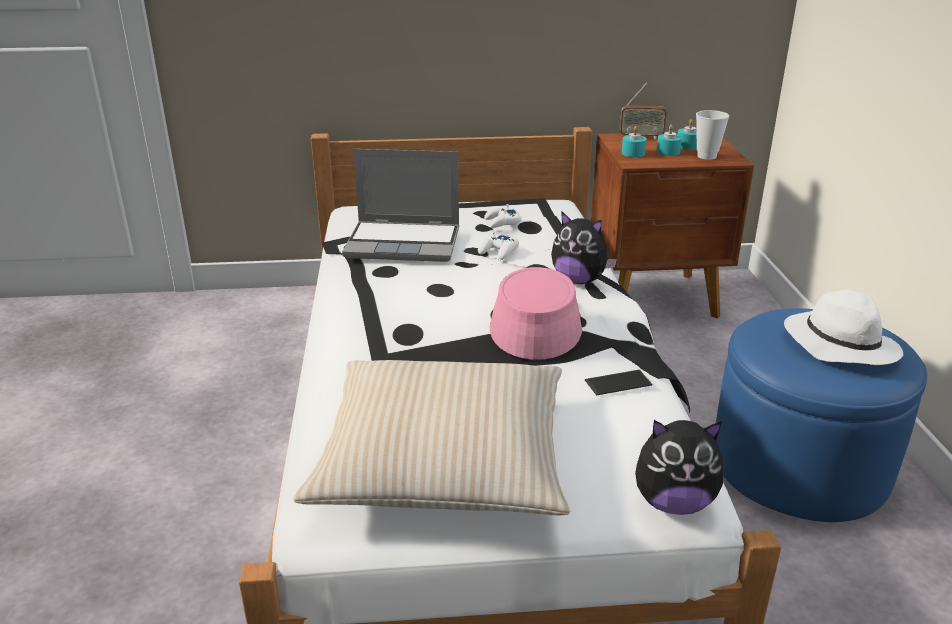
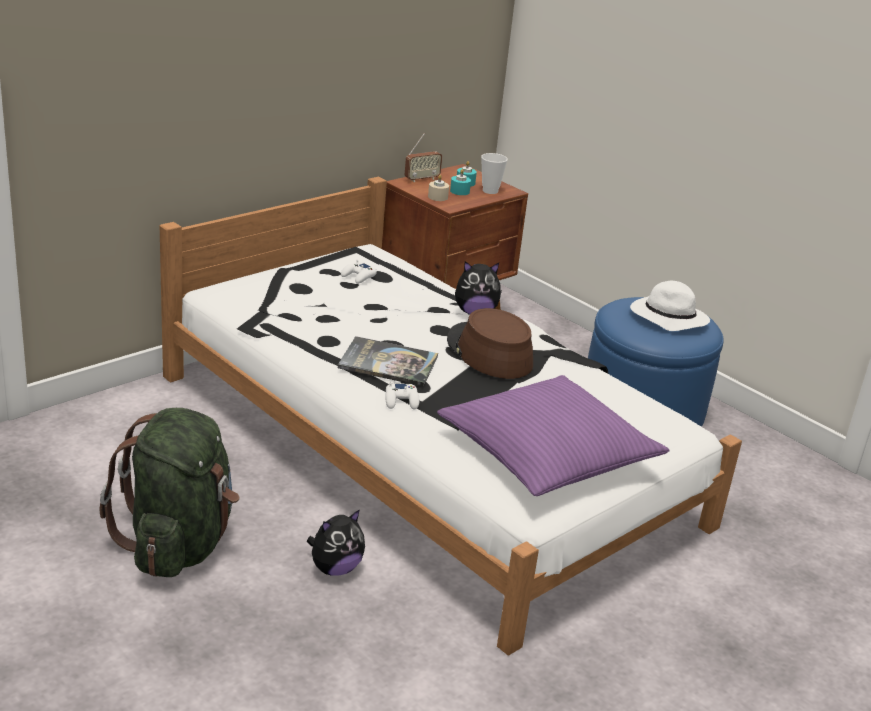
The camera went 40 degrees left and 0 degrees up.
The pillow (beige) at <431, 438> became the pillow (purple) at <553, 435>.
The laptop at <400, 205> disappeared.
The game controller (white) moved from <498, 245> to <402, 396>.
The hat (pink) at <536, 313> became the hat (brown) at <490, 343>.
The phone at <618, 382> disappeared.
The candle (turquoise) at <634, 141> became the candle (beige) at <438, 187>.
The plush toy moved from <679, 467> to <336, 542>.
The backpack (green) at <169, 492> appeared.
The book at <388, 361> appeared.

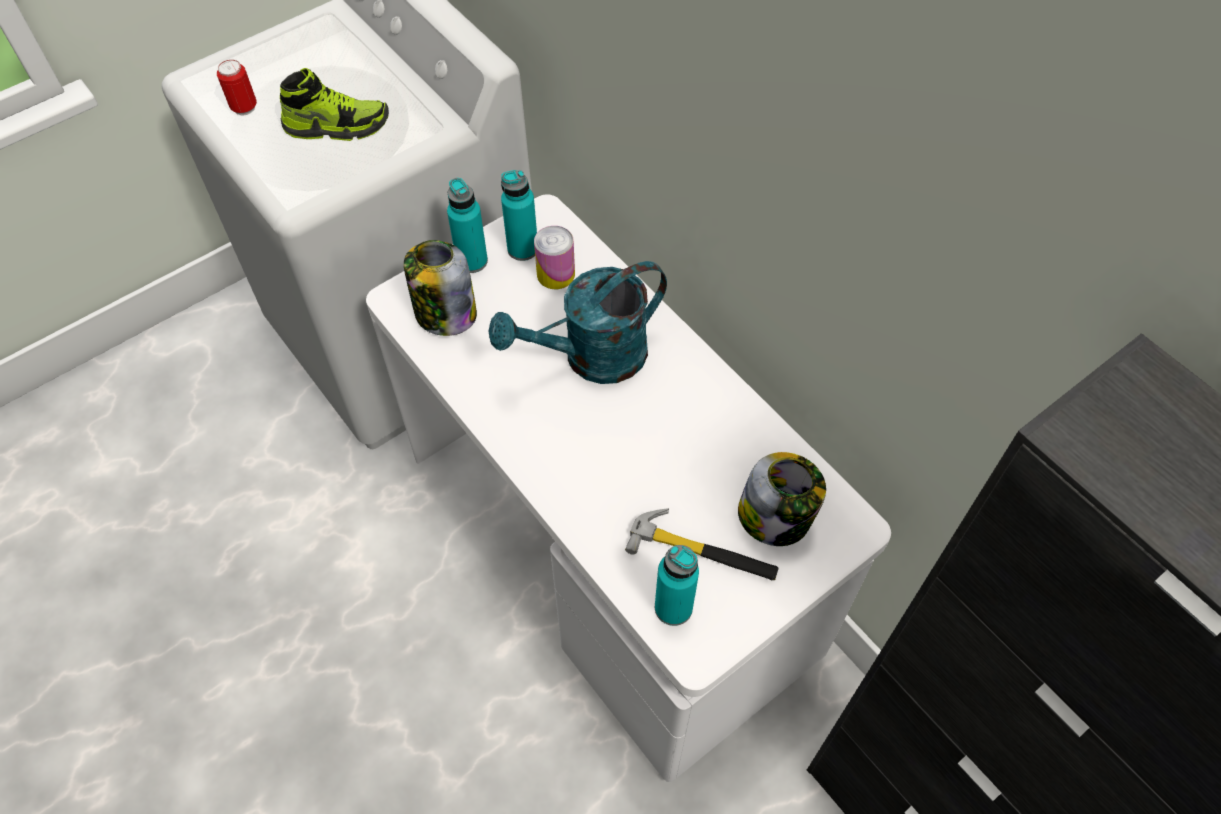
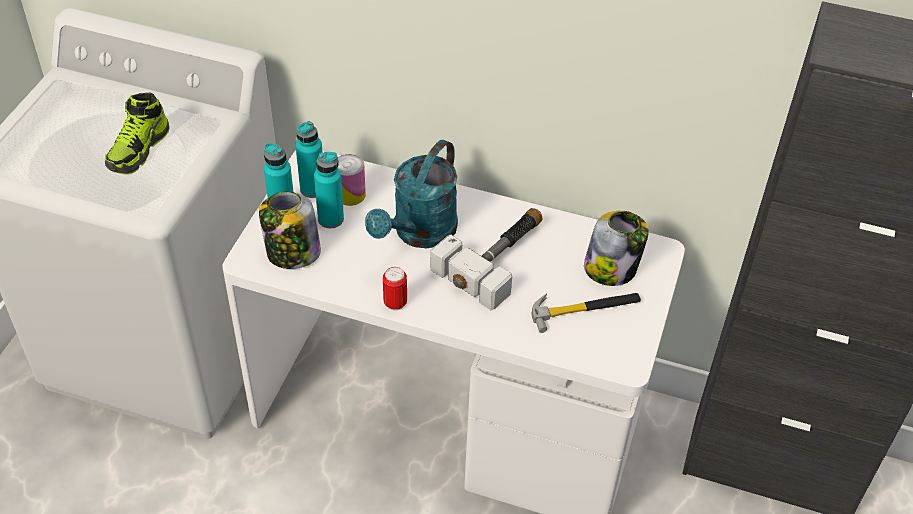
The camera went 35 degrees left and 10 degrees down.
The can moved from <237, 87> to <395, 289>.
The shoe at <334, 104> turned 150 degrees clockwise.
The bottle (turquoise) moved from <677, 585> to <329, 190>.
The hammer at <487, 259> appeared.

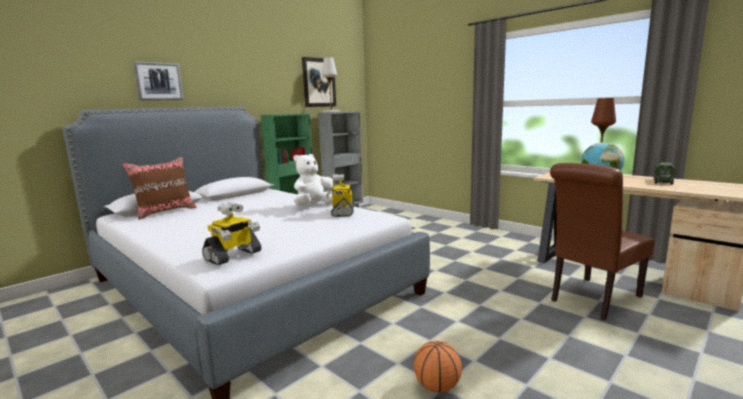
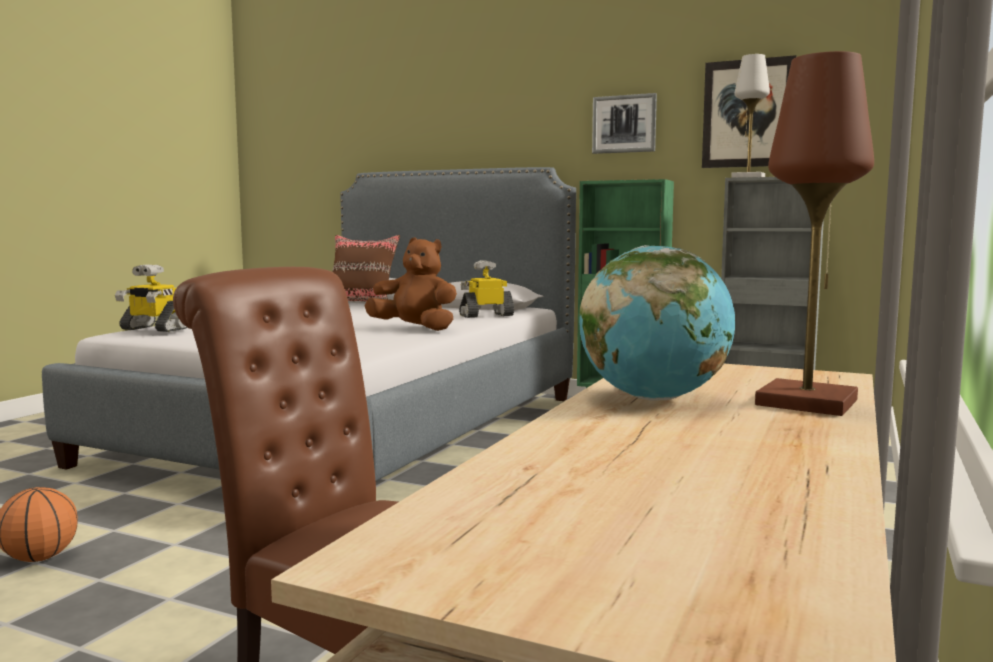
The camera went 70 degrees right and 5 degrees down.
The picture moved from <158, 80> to <624, 123>.
The plush toy (white) at <313, 180> became the plush toy (brown) at <411, 284>.
The toy robot moved from <340, 195> to <486, 289>.
The toy truck at <665, 172> disappeared.

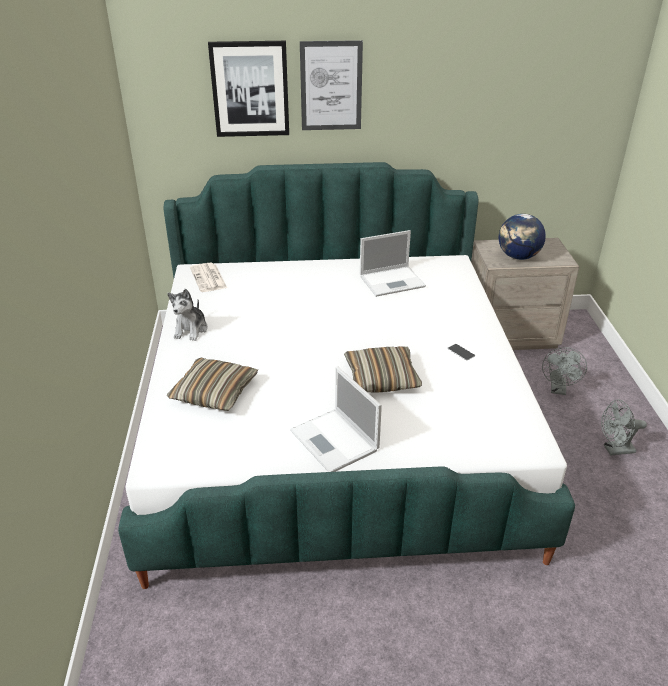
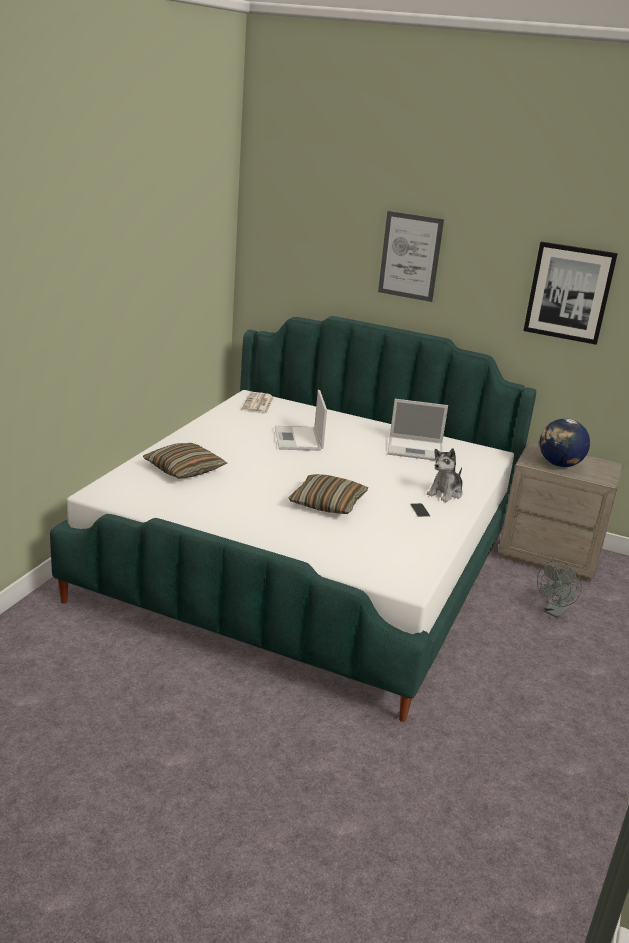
The camera went 25 degrees right and 10 degrees down.
The plush toy moved from <188, 315> to <445, 475>.
The picture moved from <248, 89> to <570, 293>.
The laptop moved from <336, 419> to <301, 420>.
The fan (grey) at <624, 427> disappeared.

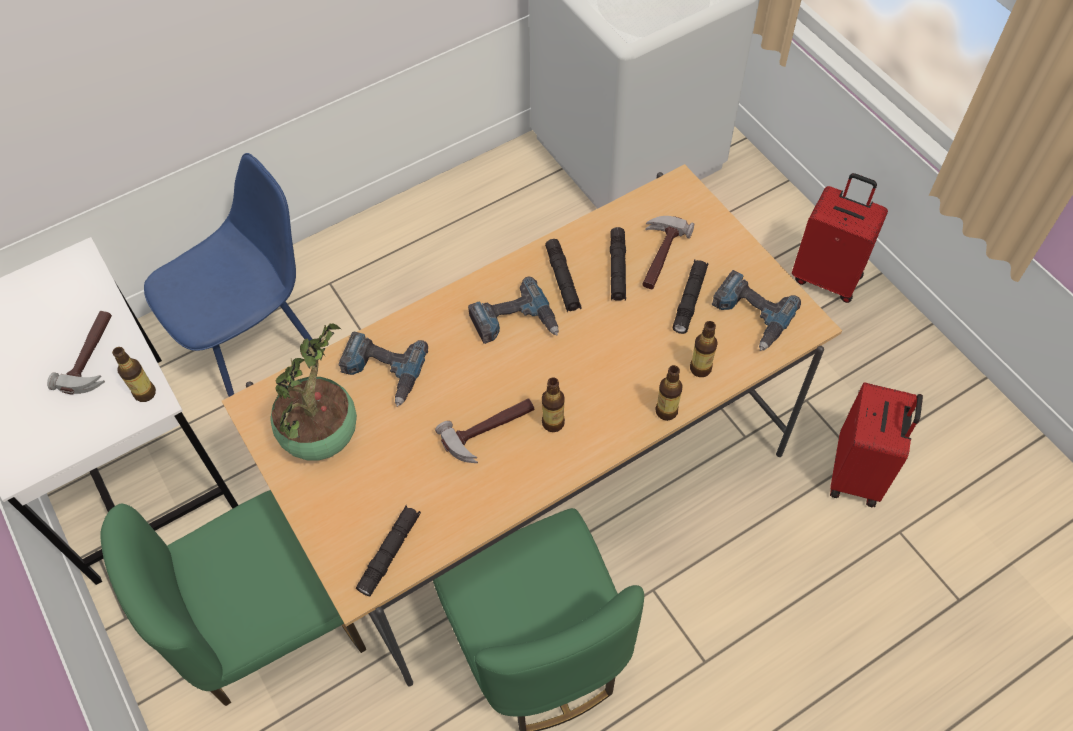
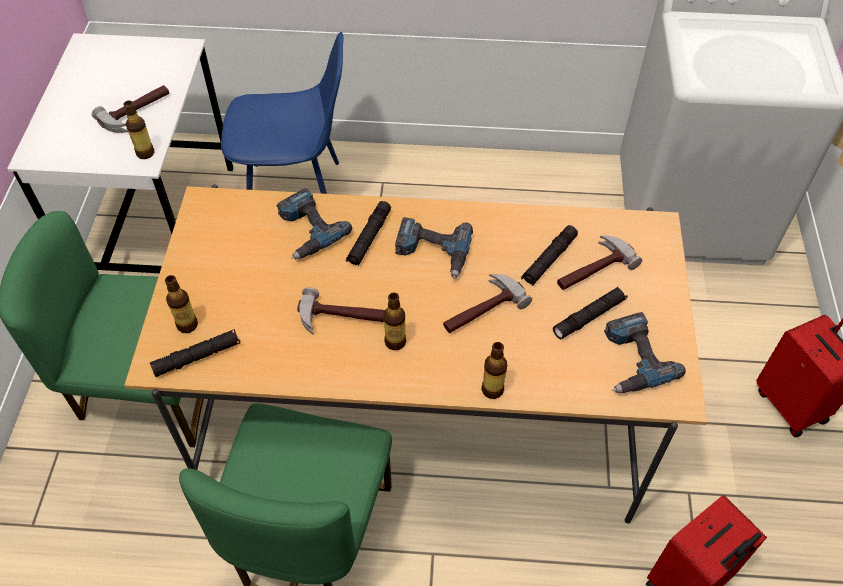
The camera went 35 degrees right and 5 degrees down.
The potted plant at <313, 391> disappeared.
The flashlight (black) moved from <563, 275> to <368, 233>.
The bottle moved from <704, 349> to <181, 304>.
The hammer at <487, 303> appeared.

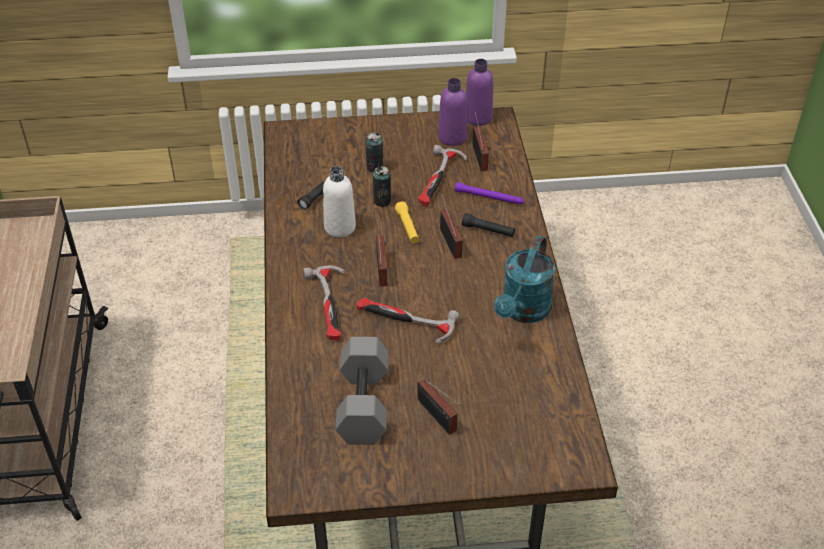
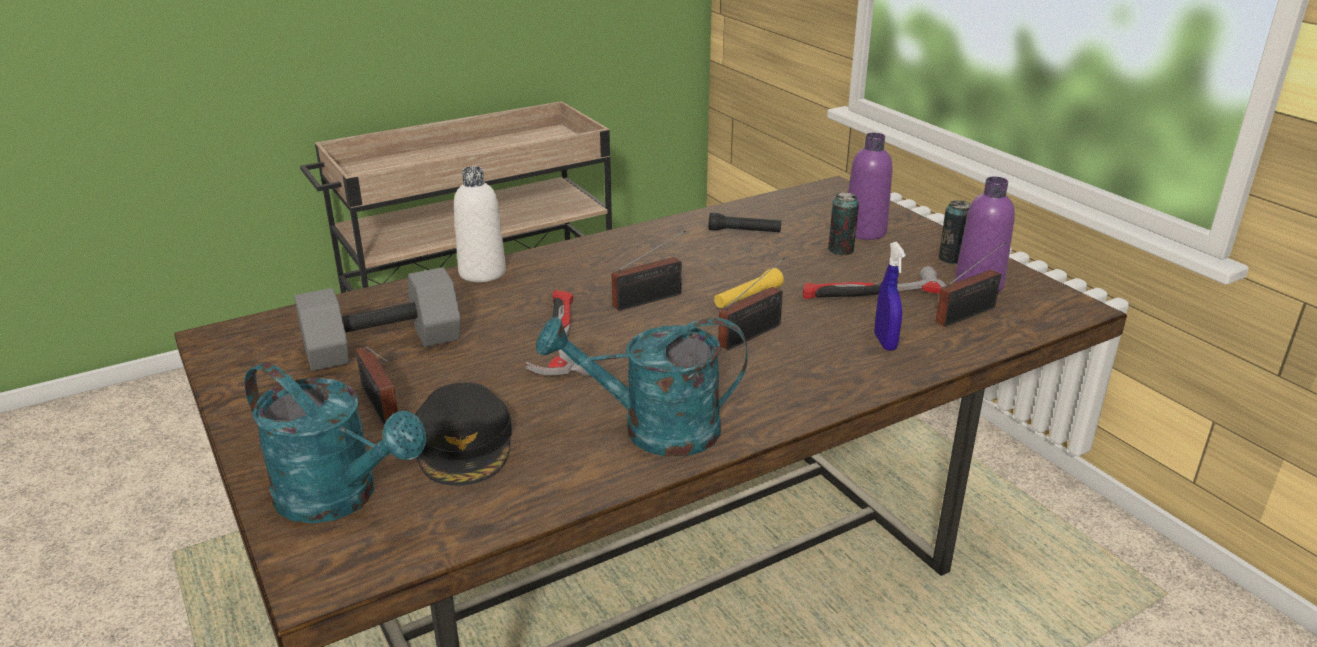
The camera went 65 degrees right and 15 degrees down.
The hammer at <323, 303> disappeared.
The bottle (white) moved from <339, 201> to <480, 224>.
The can moved from <382, 186> to <955, 232>.
The radio at <439, 407> turned 60 degrees counterclockwise.
The flashlight (purple) at <489, 193> was replaced by the spray bottle (blue) at <890, 296>.
The flashlight (black) at <488, 225> disappeared.
The bottle (purple) moved from <479, 92> to <870, 186>.
The watering can (turquoise) at <335, 442> appeared.
The cap (black) at <463, 434> appeared.

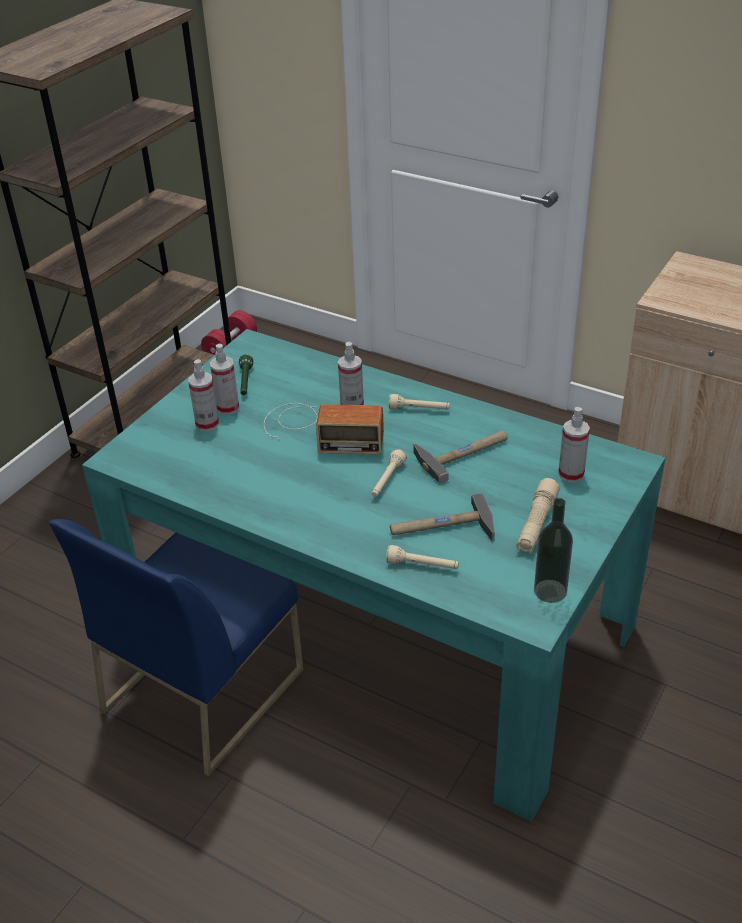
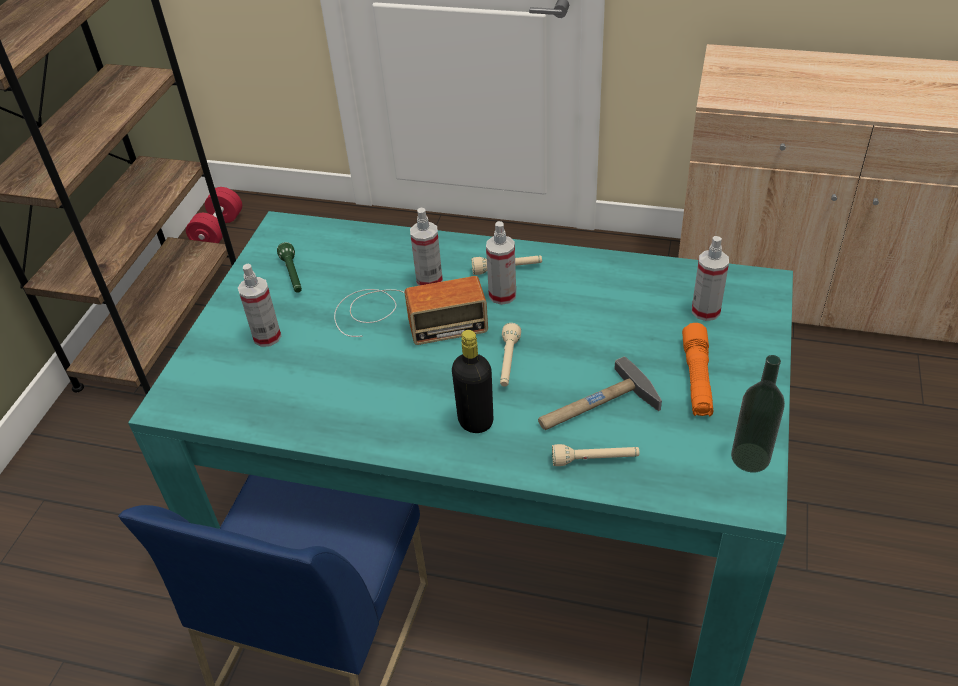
The camera went 15 degrees left and 5 degrees up.
The spray bottle moved from <224, 379> to <501, 263>.
The hammer at <460, 457> disappeared.
The flashlight (beige) at <538, 515> became the flashlight (orange) at <697, 369>.
The bottle (black) at <472, 381> appeared.

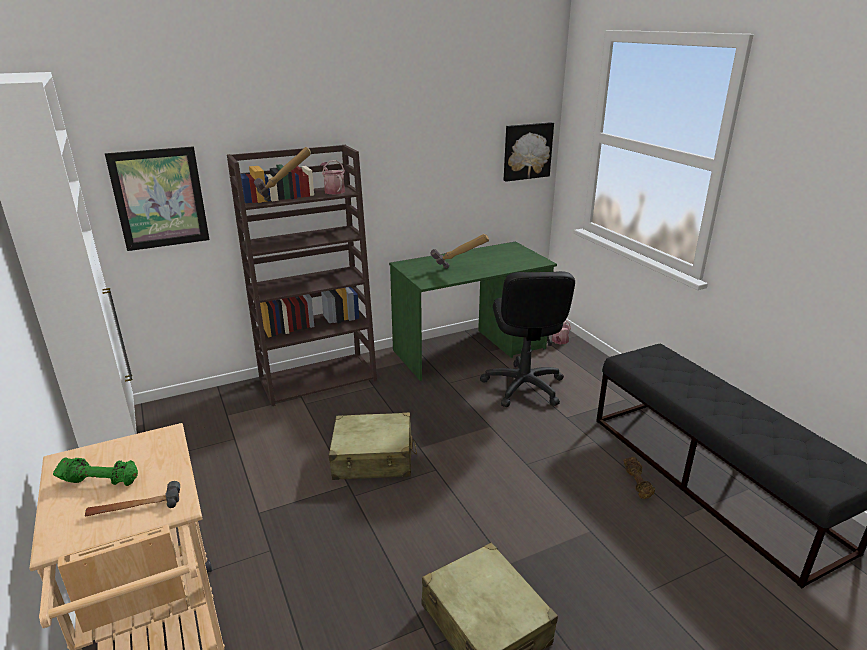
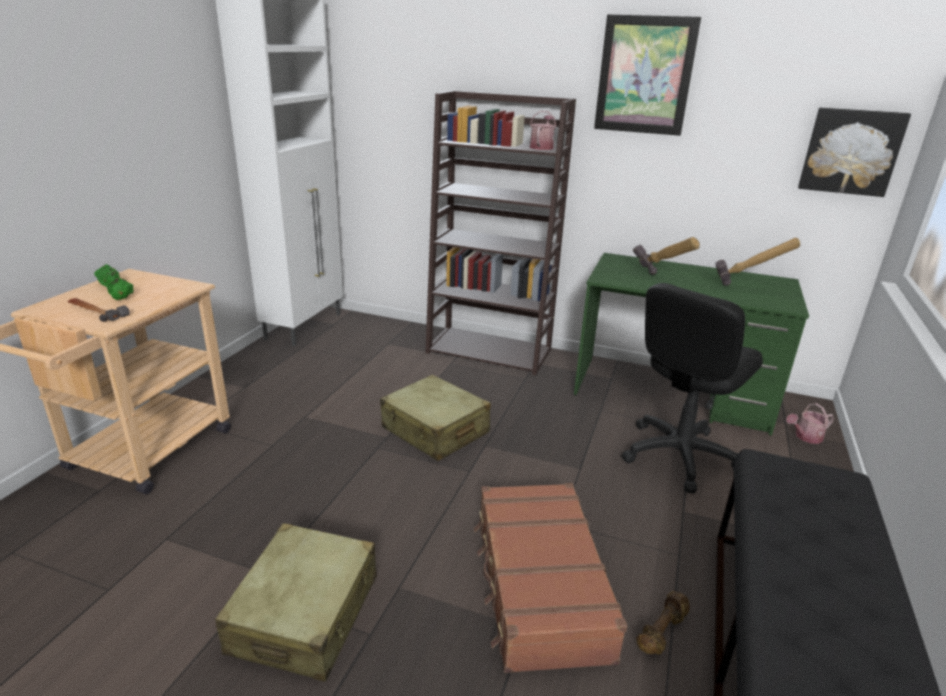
The camera went 45 degrees right and 0 degrees up.
The picture moved from <157, 199> to <647, 75>.
The hammer moved from <282, 174> to <757, 262>.
The suitcase (brown) at <550, 578> appeared.

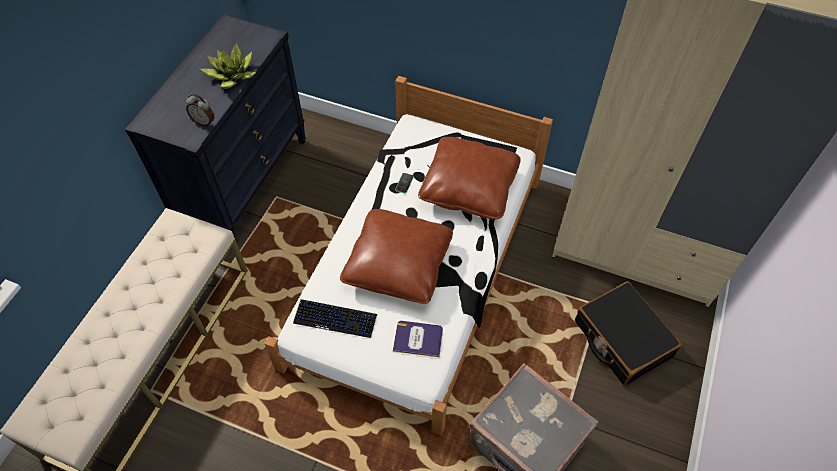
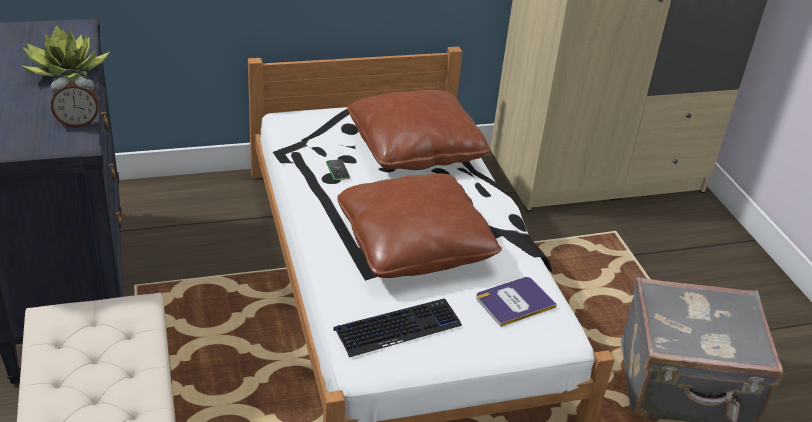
The camera went 40 degrees left and 20 degrees down.
The suitcase (black) at <628, 333> disappeared.

